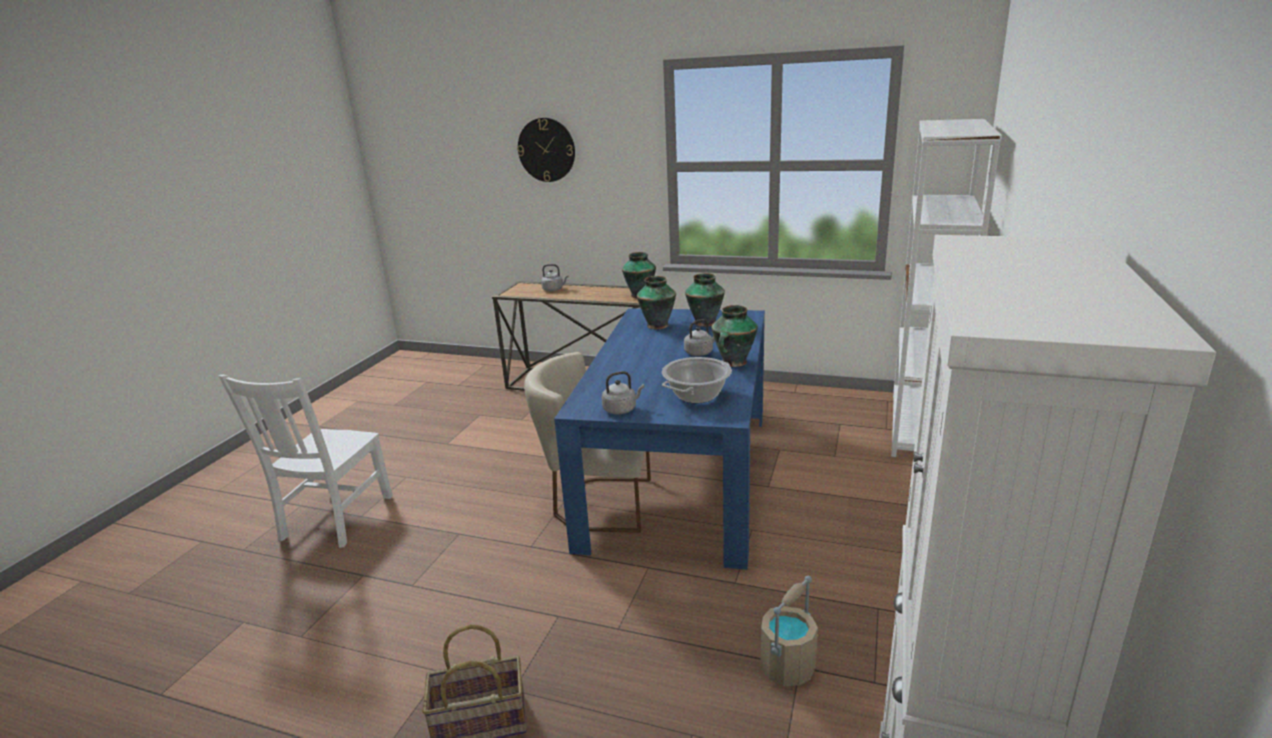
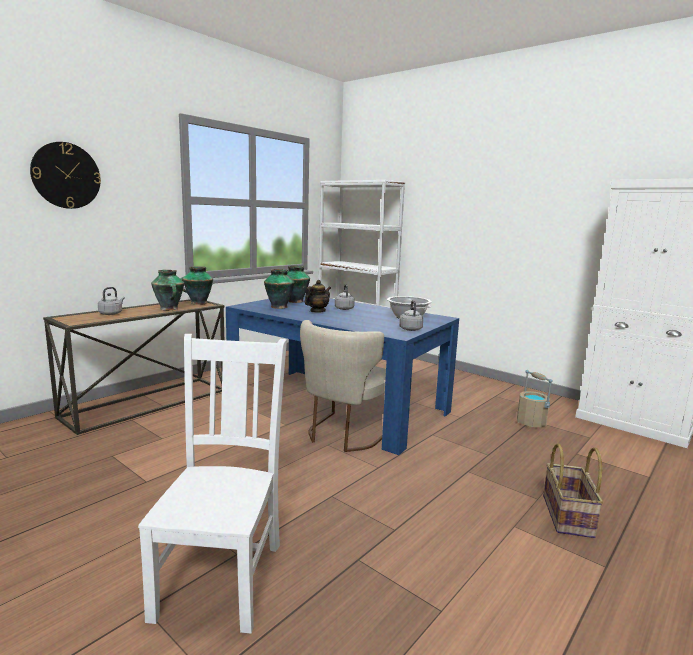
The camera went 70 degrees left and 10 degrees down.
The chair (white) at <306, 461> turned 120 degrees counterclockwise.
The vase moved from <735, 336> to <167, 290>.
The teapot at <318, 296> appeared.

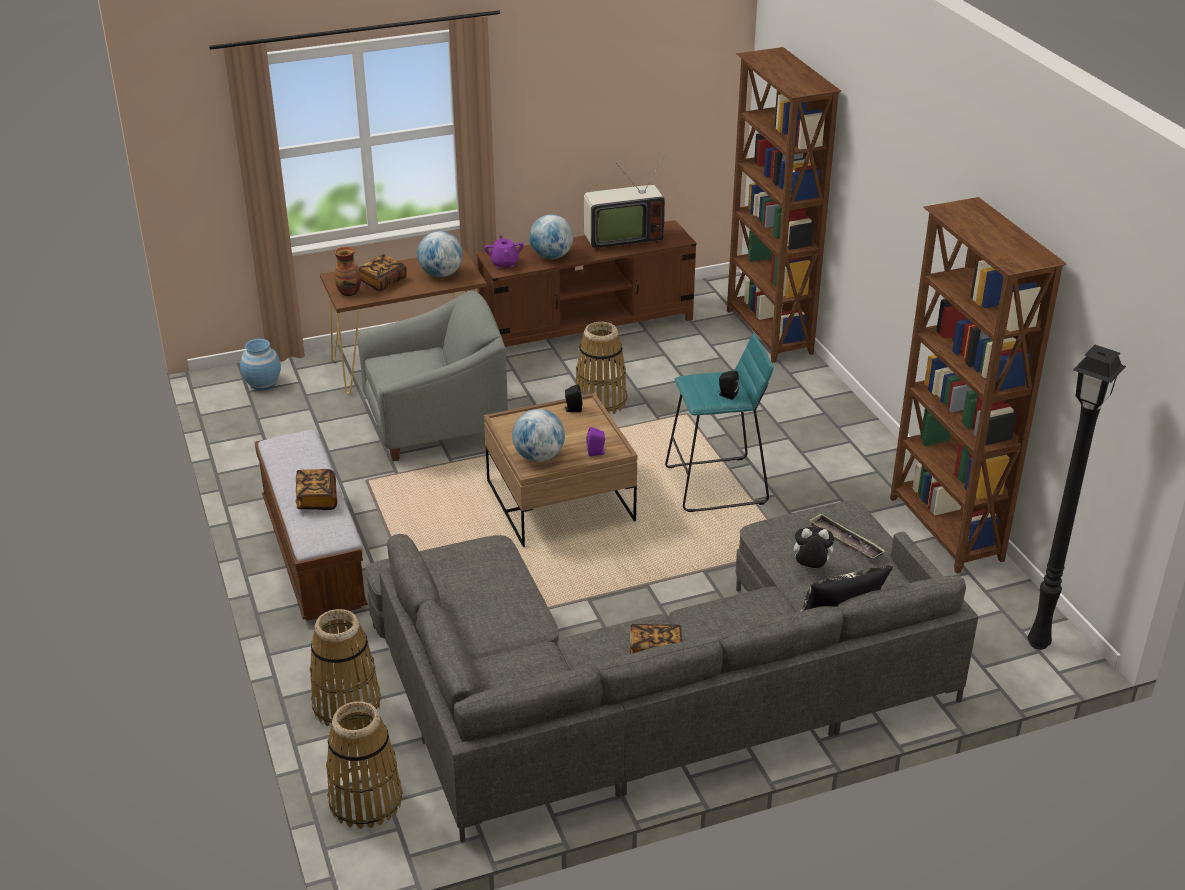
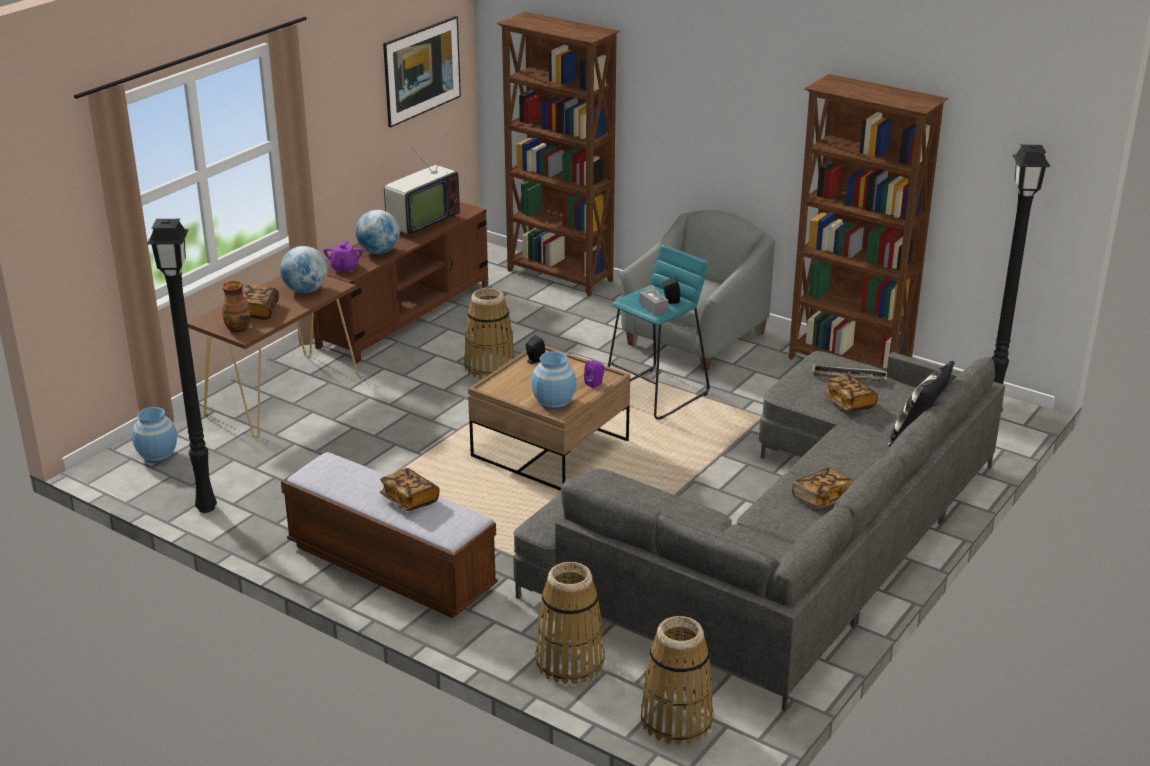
The camera went 35 degrees left and 5 degrees down.
The armchair (grey) moved from <432, 376> to <697, 290>.
The teapot (purple) at <504, 251> turned 135 degrees counterclockwise.
The globe at <538, 435> was replaced by the vase (blue) at <553, 380>.
The plush toy at <811, 548> was replaced by the book at <850, 393>.
The floor lamp (black) at <182, 366> appeared.
The picture at <422, 71> appeared.
The tissue box (grey) at <653, 300> appeared.

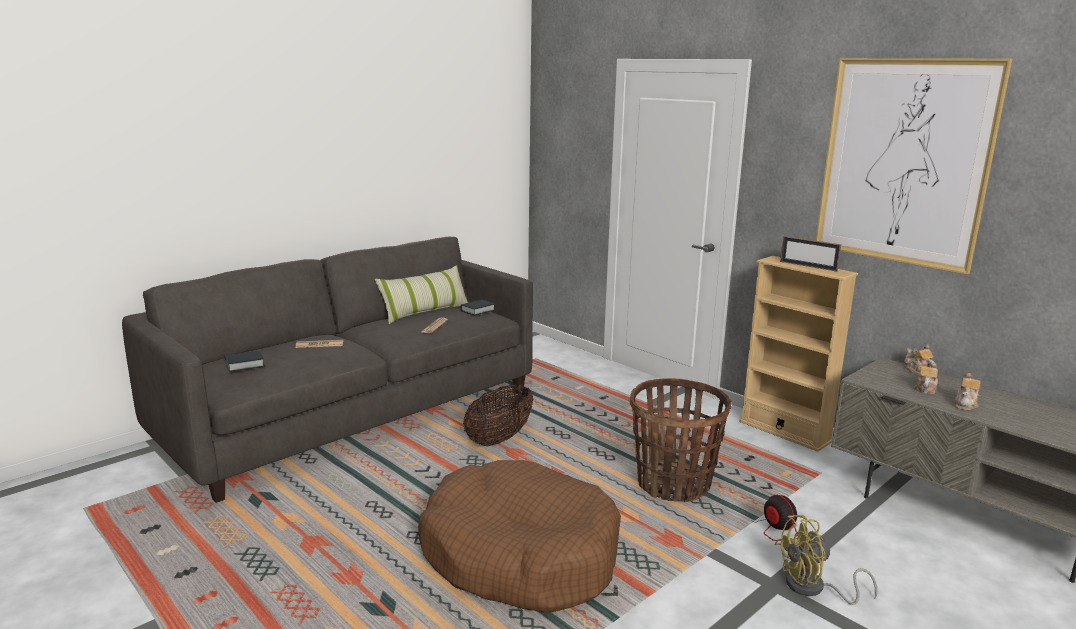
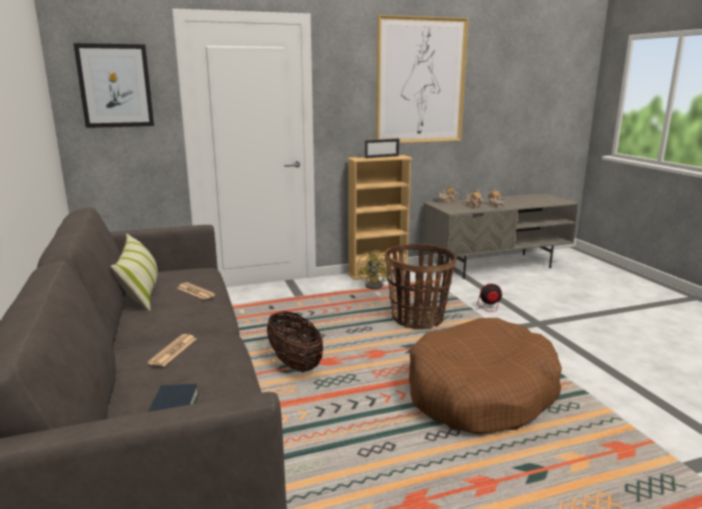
The camera went 65 degrees left and 0 degrees up.
The book at <478, 307> disappeared.
The fan (yellow) moved from <825, 560> to <376, 269>.
The picture at <113, 85> appeared.

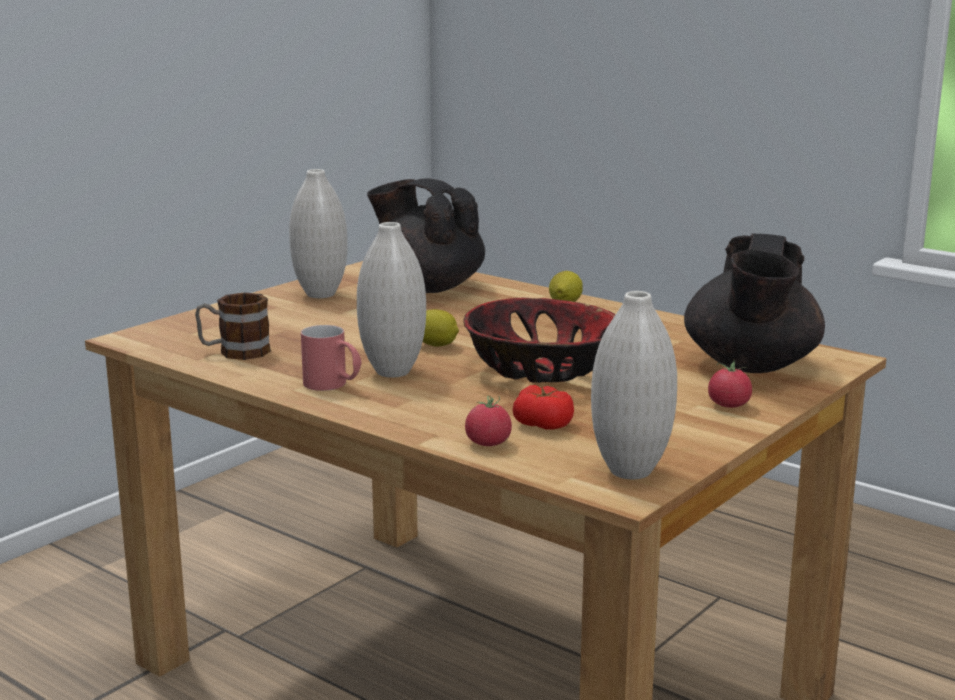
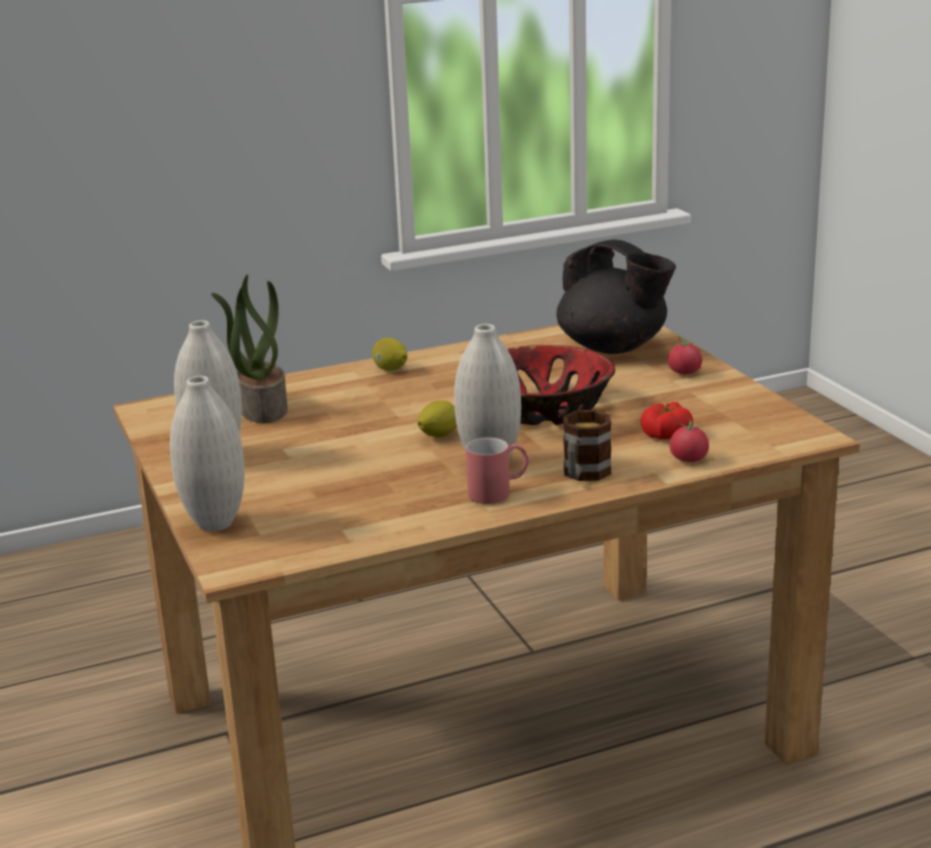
The camera went 60 degrees left and 5 degrees up.
The mug moved from <233, 326> to <587, 445>.
The teapot (black) at <426, 235> was replaced by the potted plant at <249, 348>.
The vase (white) moved from <634, 385> to <207, 453>.

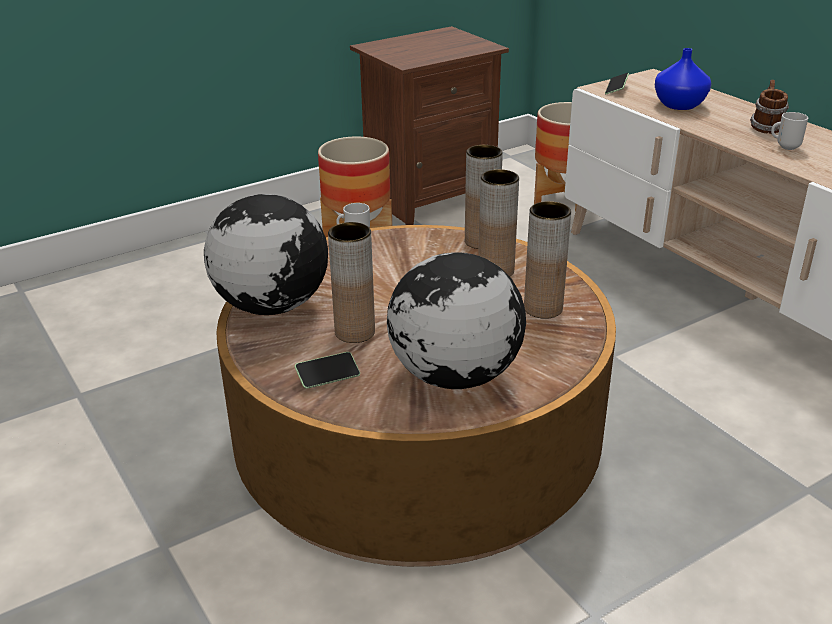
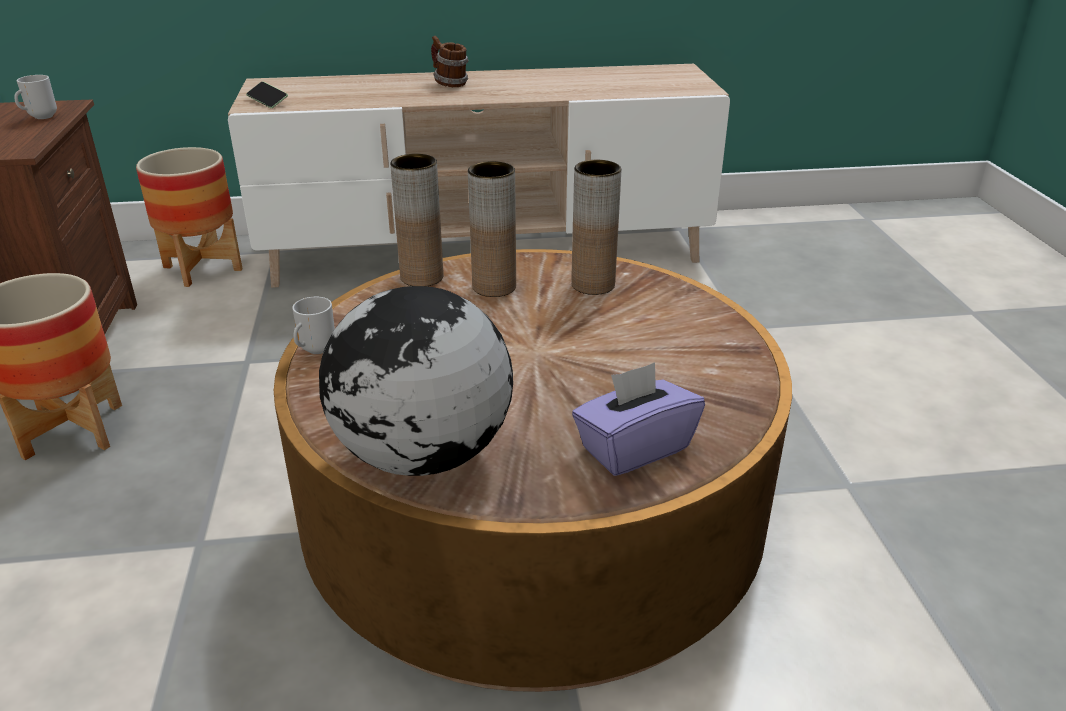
The camera went 65 degrees left and 0 degrees up.
The phone at <327, 370> was replaced by the tissue box (purple) at <638, 419>.
The vase (brown) at <351, 282> disappeared.
The globe at <456, 320> disappeared.
The vase (blue) at <683, 79> disappeared.
The mug moved from <789, 131> to <35, 97>.

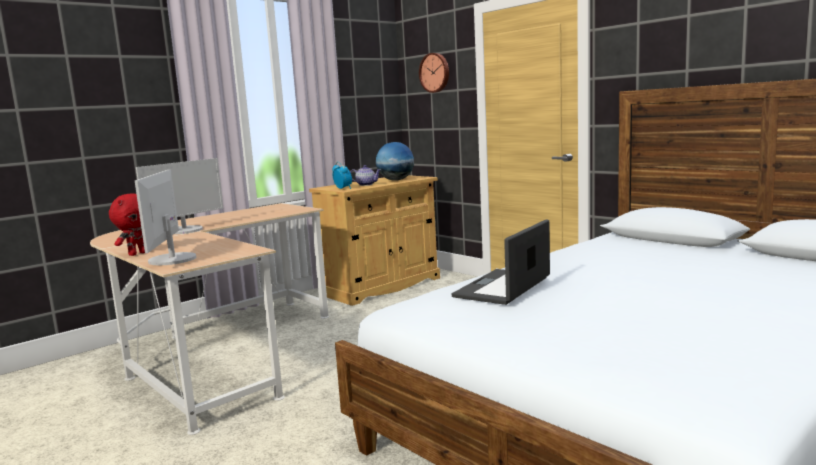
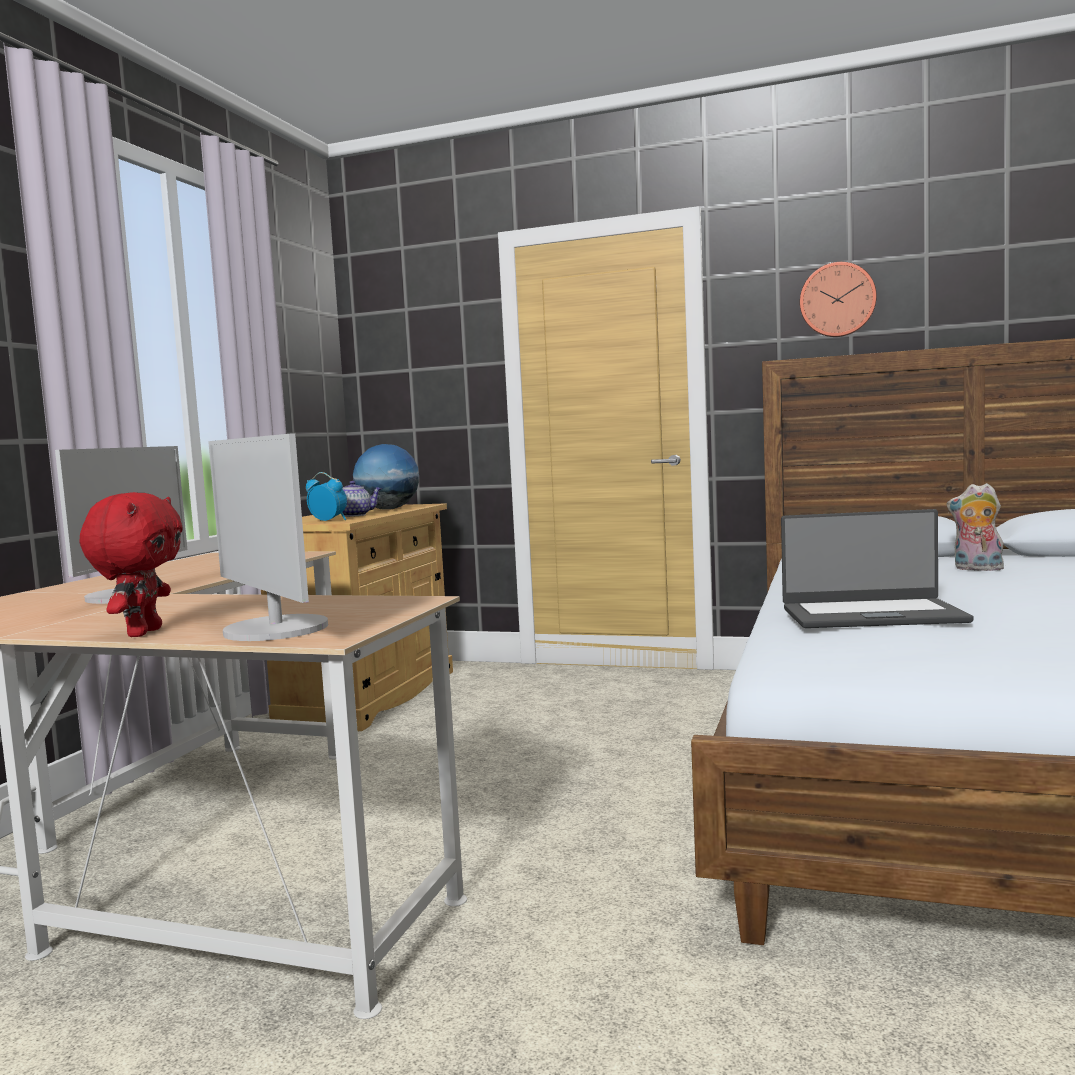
The camera went 30 degrees left and 5 degrees down.
The wall clock moved from <434, 73> to <838, 299>.
The laptop at <500, 262> turned 90 degrees counterclockwise.
The plush toy at <976, 527> appeared.

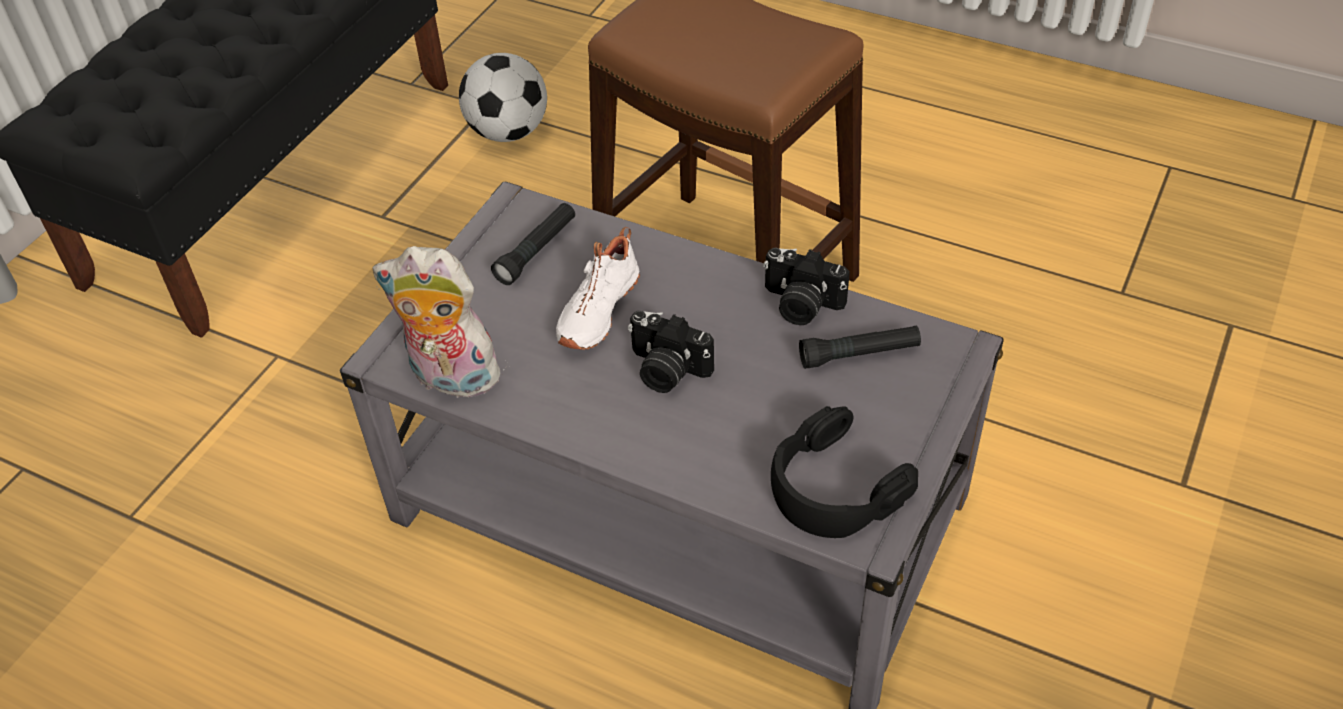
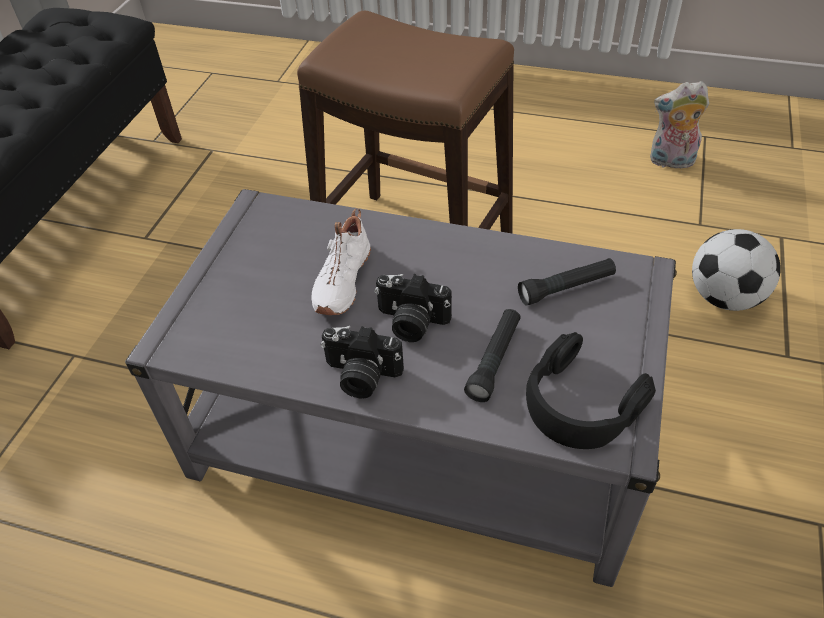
The camera went 10 degrees left and 0 degrees up.
The plush toy moved from <440, 325> to <679, 125>.
The football moved from <503, 97> to <736, 270>.
The flashlight (black) moved from <533, 244> to <492, 355>.
The photo camera moved from <806, 286> to <362, 362>.

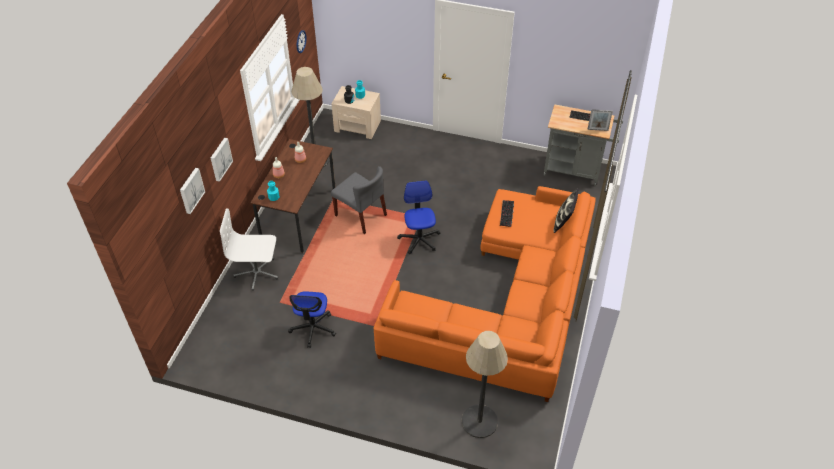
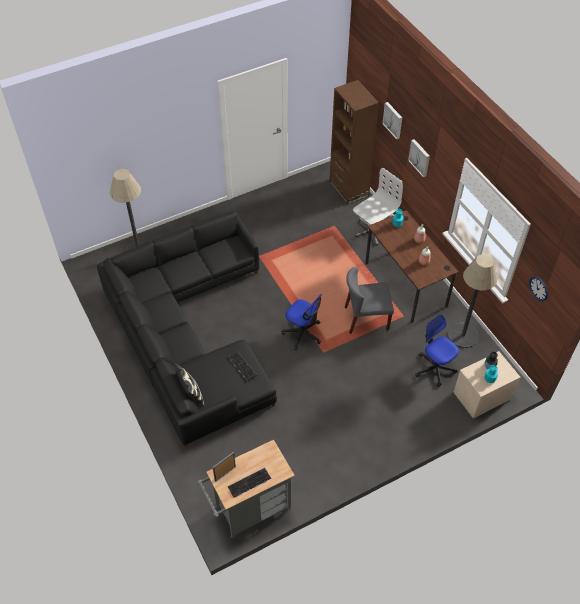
The camera went 135 degrees right and 5 degrees up.
The office chair moved from <312, 319> to <437, 350>.
The sofa (orange) at <485, 294> became the sofa (black) at <187, 328>.
The bookcase (brown) at <354, 142> appeared.

